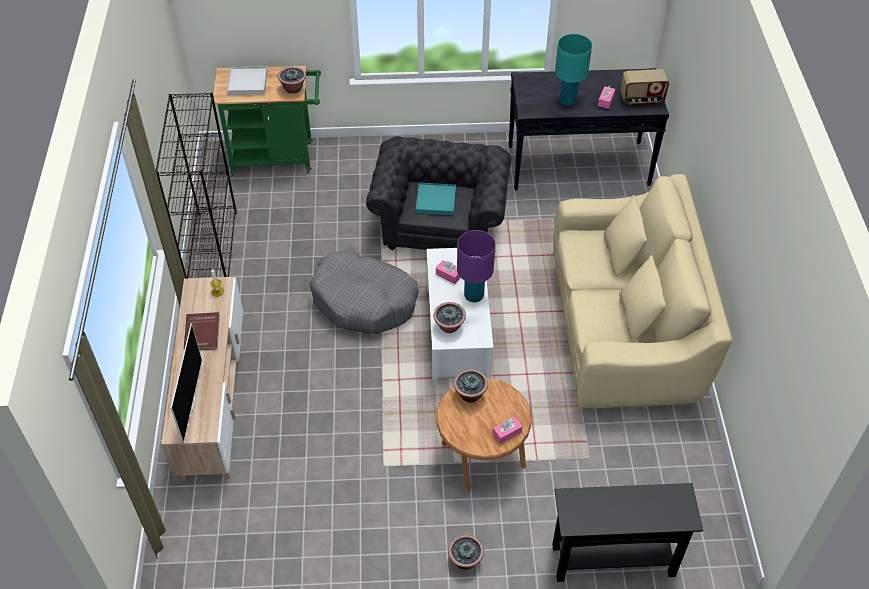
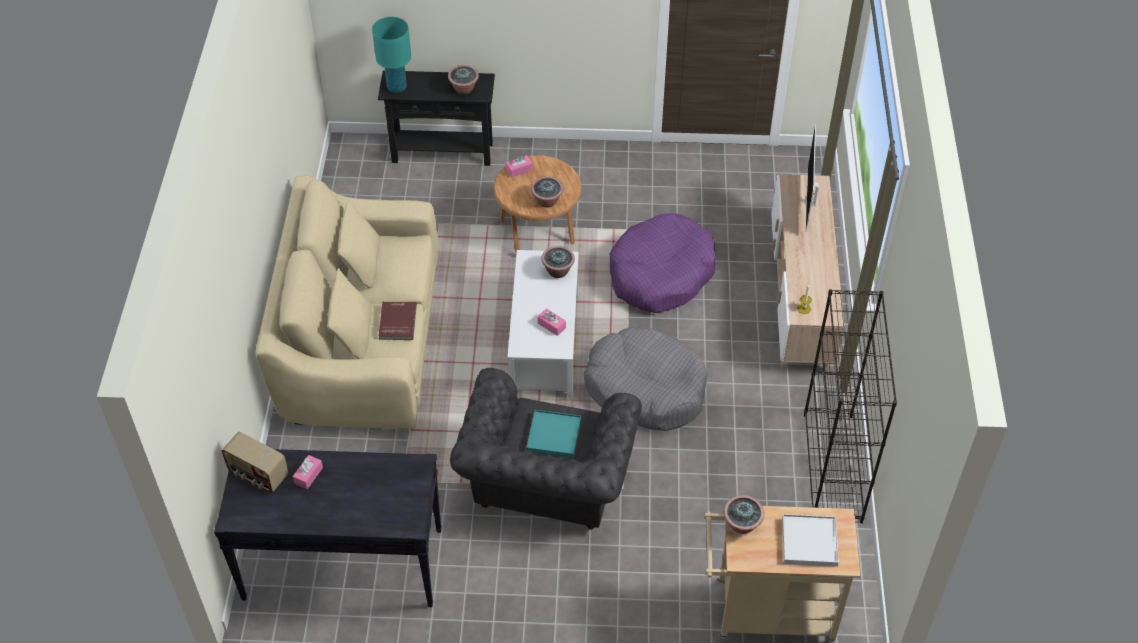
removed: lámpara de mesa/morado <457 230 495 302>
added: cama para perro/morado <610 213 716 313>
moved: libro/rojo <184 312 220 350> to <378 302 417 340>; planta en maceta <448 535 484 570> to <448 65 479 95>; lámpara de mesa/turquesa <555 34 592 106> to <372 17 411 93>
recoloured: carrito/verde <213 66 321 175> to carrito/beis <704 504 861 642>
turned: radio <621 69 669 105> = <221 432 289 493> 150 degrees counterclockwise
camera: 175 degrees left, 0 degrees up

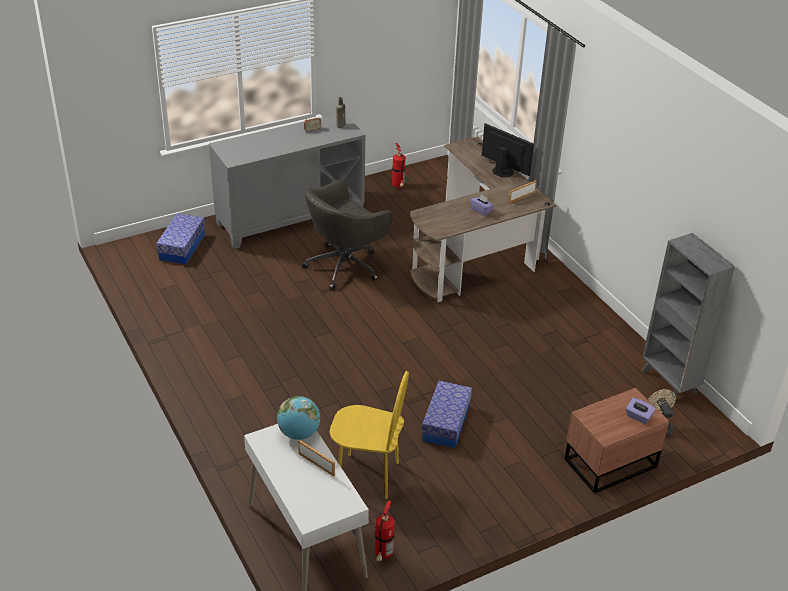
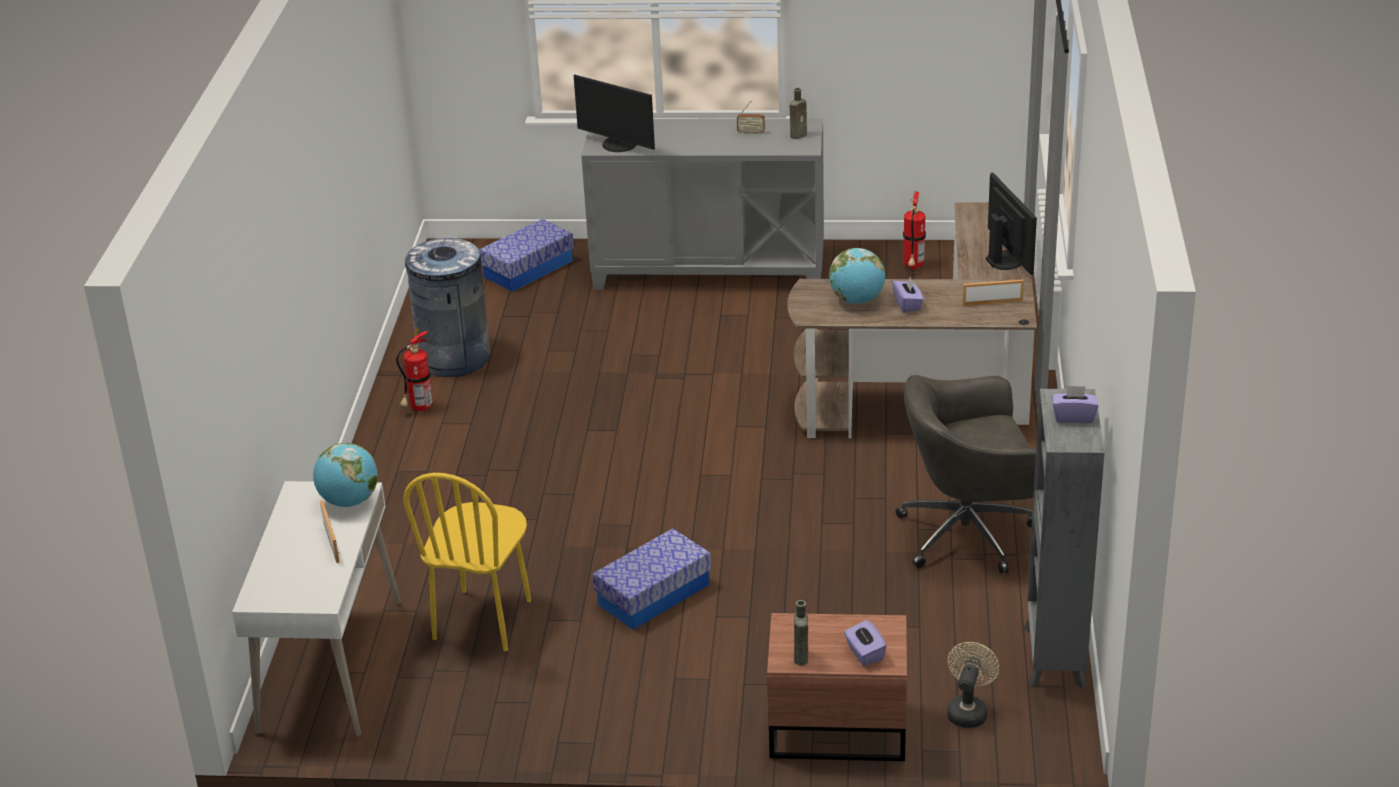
added: papelera/gris <405 238 491 377>; monitor <574 74 655 152>; botella/marrón <794 600 808 665>; globo terráqueo <829 248 885 304>; caja de pañuelos/morado <1052 385 1098 423>
moved: silla de oficina/gris <302 180 392 290> to <896 375 1036 574>; extintor <375 500 395 561> to <396 329 433 411>
turned: silla/amarillo <330 371 409 499> = <404 473 531 651> 60 degrees clockwise
camera: 35 degrees right, 5 degrees down

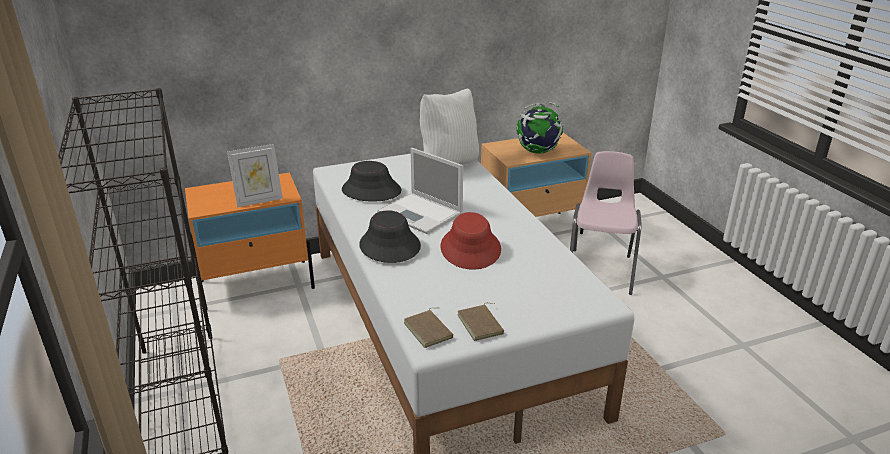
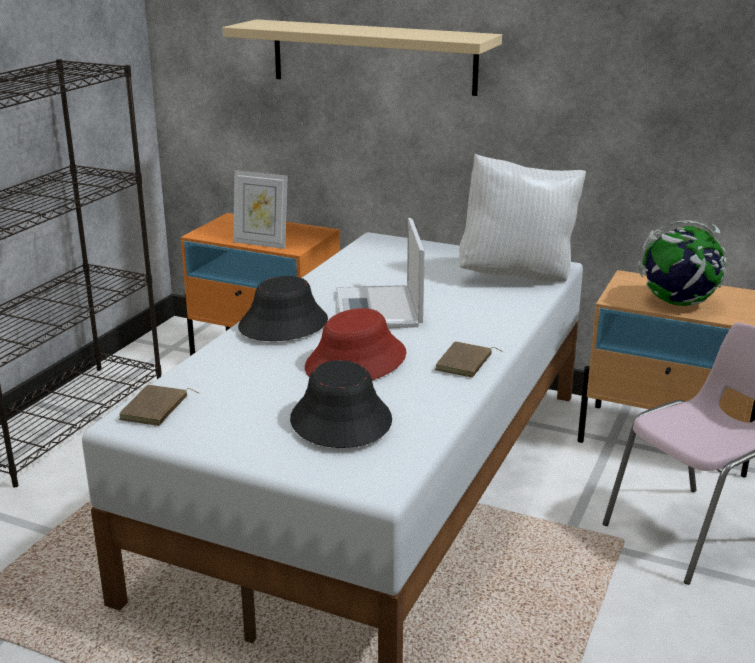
added: estante/beis <223 19 502 96>
moved: sombrero/negro <342 161 402 202> to <290 360 392 448>; libro/marrón <458 303 504 341> to <435 341 504 378>
camera: 45 degrees right, 5 degrees down

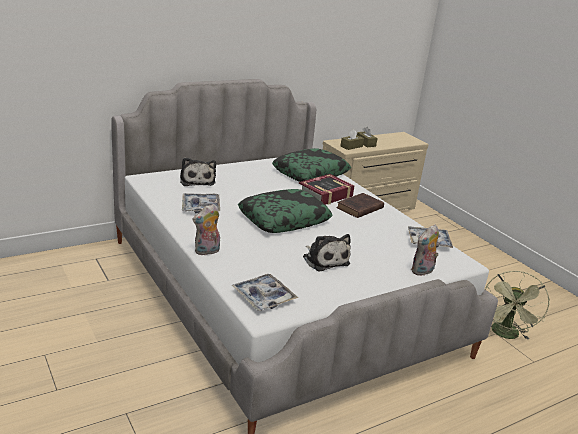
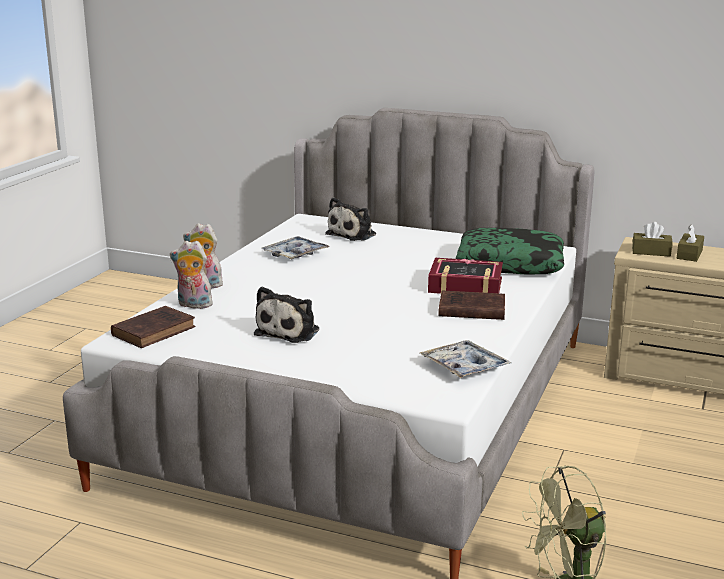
removed: cojín <238 189 332 233>
moved: peluche <411 225 439 276> to <170 241 213 309>
replaced: bandeja <232 274 298 311> to libro/marrón <111 306 196 348>
camera: 55 degrees right, 5 degrees down

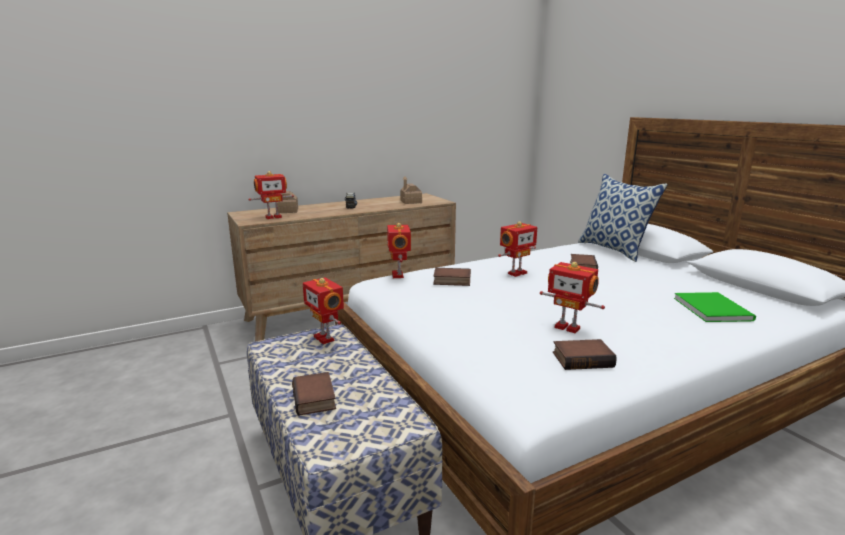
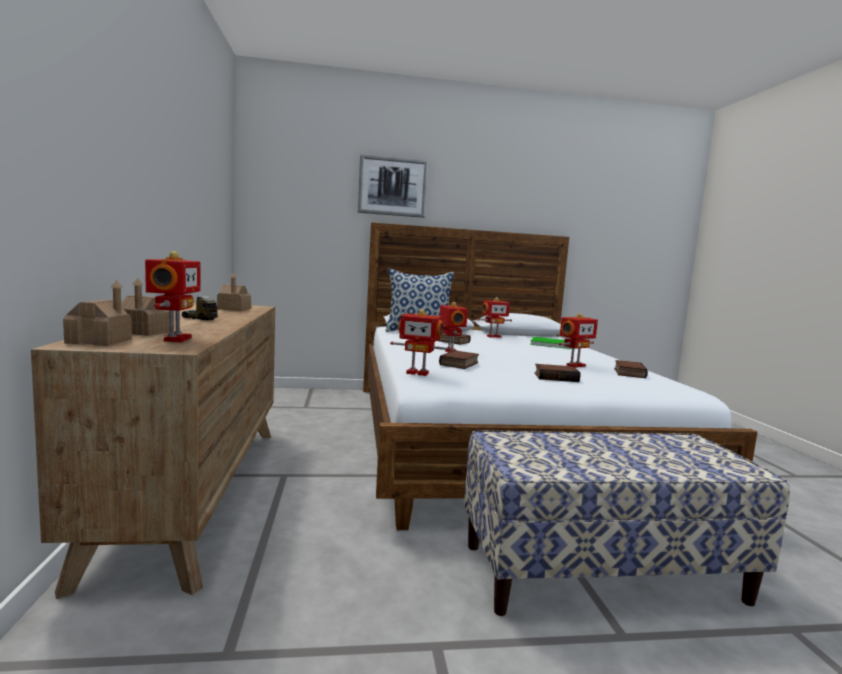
added: casita <63 280 132 346>; cuadro <358 154 429 218>
moved: libro <292 372 336 416> to <534 364 580 382>; robot de juguete <303 278 344 344> to <477 297 512 338>
camera: 70 degrees left, 10 degrees down

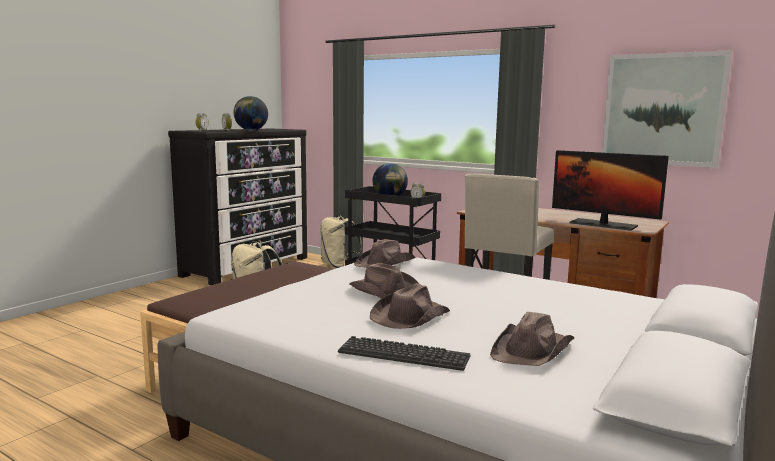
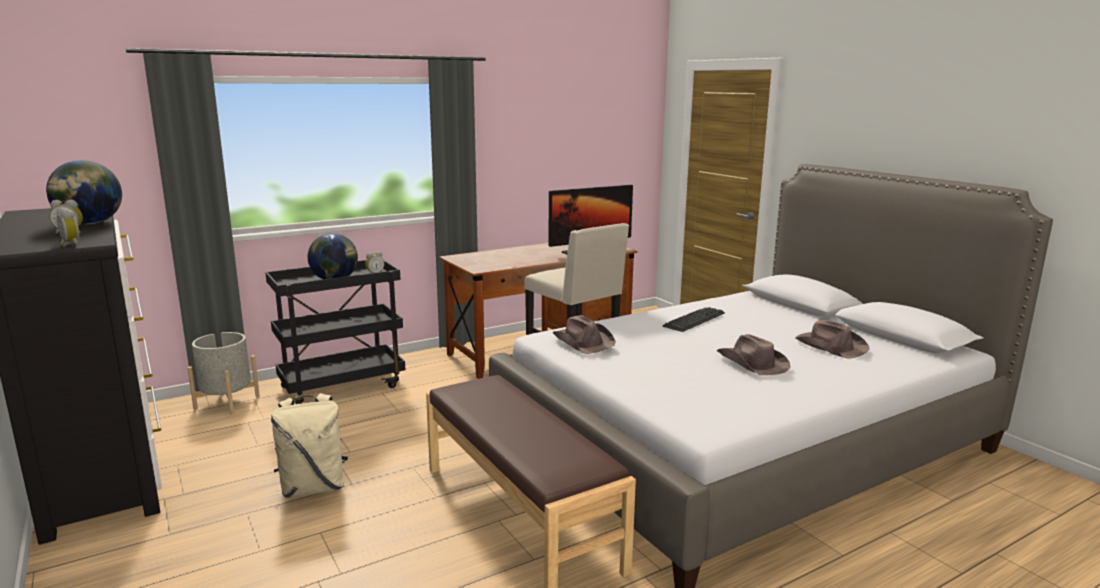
removed: sombrero/marrón <349 263 419 299>; cuadro <602 50 732 168>
moved: teclado <338 336 471 371> to <663 307 725 332>
replaced: mochila/beis <320 215 363 268> to maceta/gris <187 332 260 414>
camera: 65 degrees left, 5 degrees up

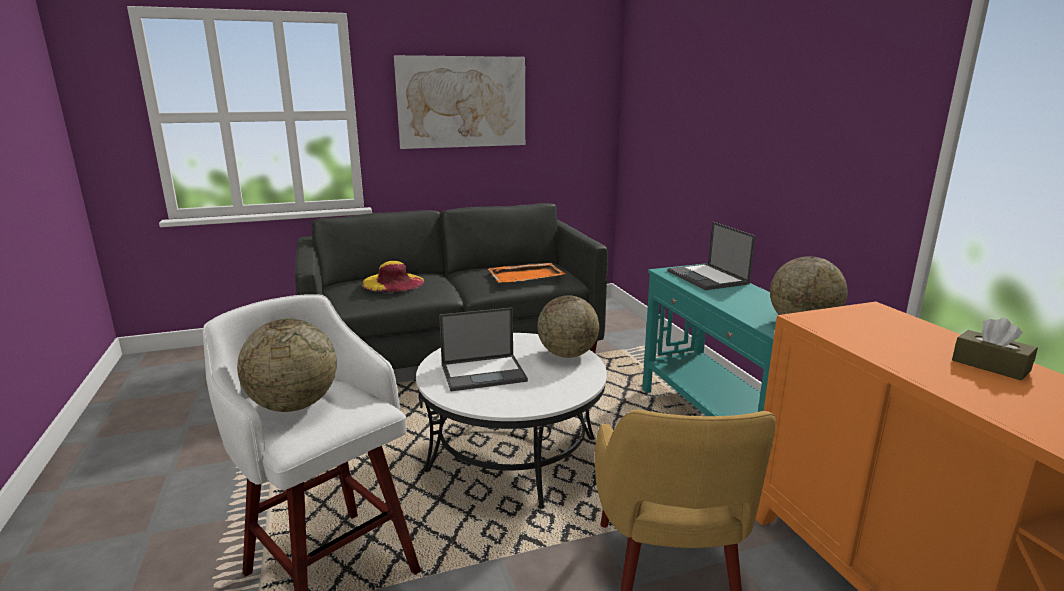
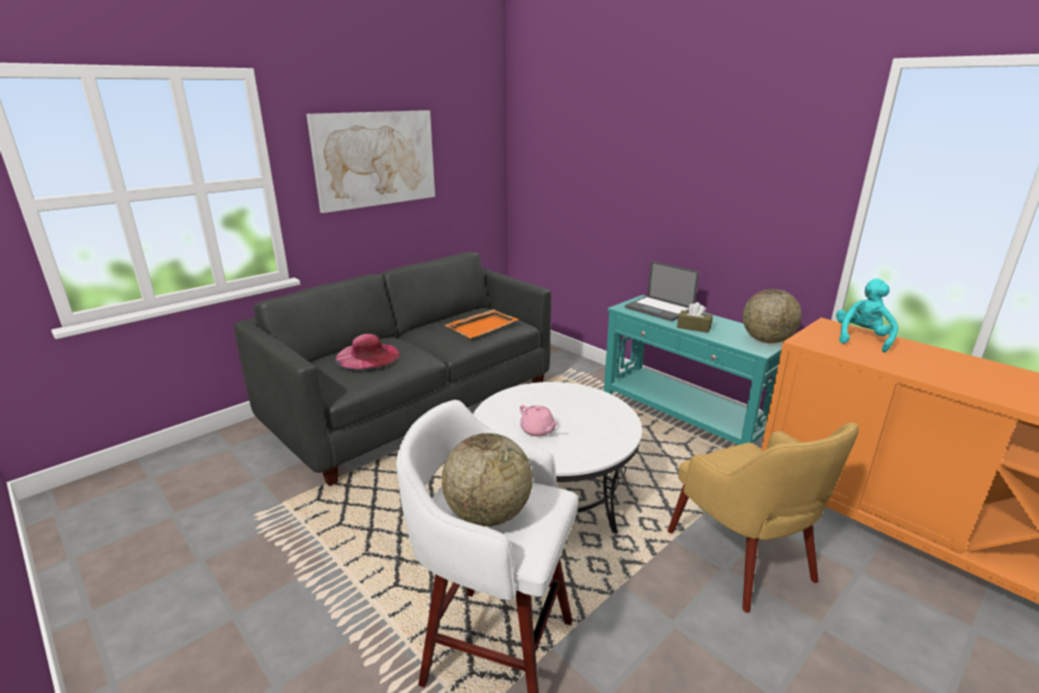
removed: globo terráqueo <537 295 599 358>
added: peluche/turquesa <836 279 898 353>
moved: caja de pañuelos/marrón <952 318 1038 380> to <677 302 713 333>
replaced: portátil <439 307 528 391> to tetera/rosa <520 405 559 436>
recoloured: sombrero/amarillo <362 261 424 293> to sombrero/rosa <336 334 400 370>
camera: 25 degrees left, 5 degrees up

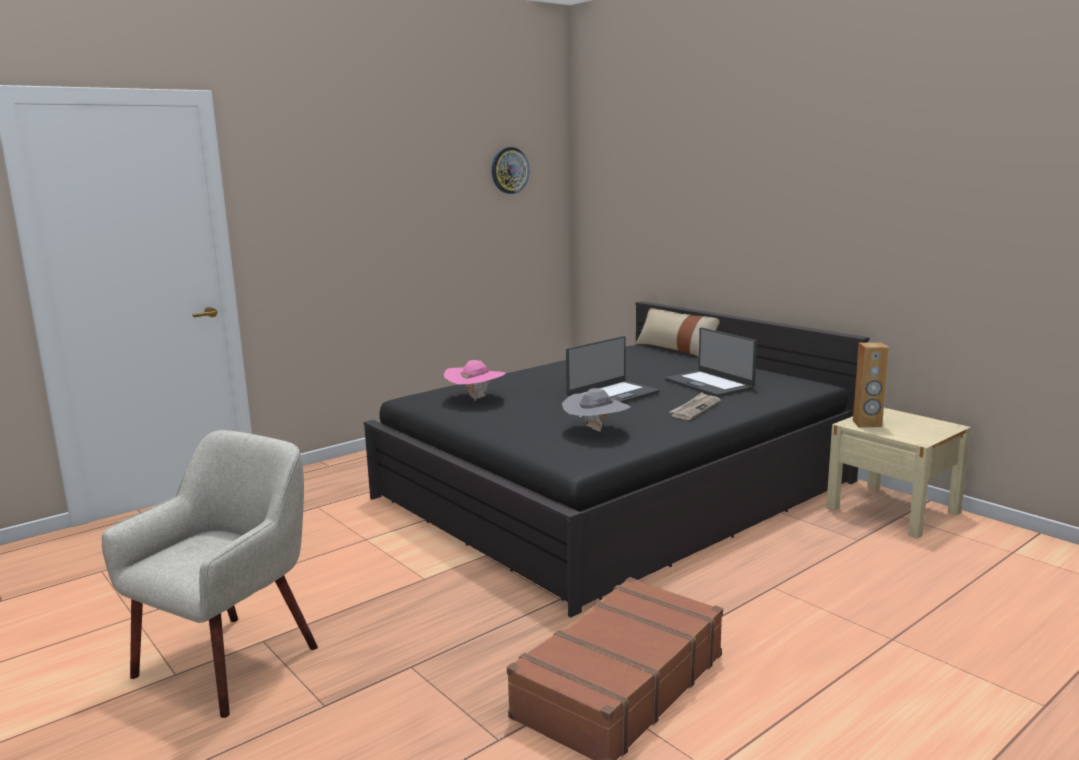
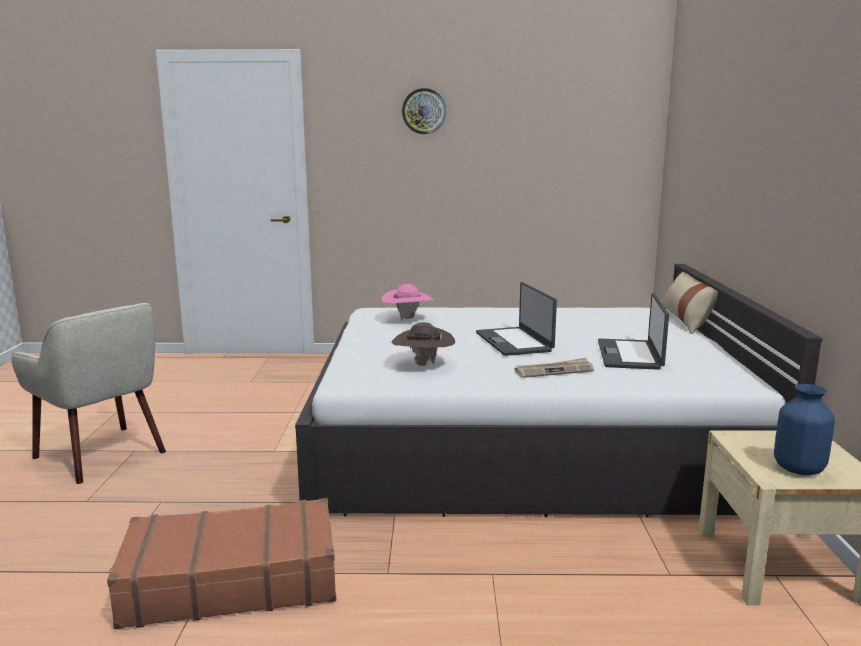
removed: altavoz/marrón <853 342 889 427>
added: florero/azul <774 384 835 475>
moved: reloj de pared <492 147 529 194> to <402 88 446 134>
recoloured: cama/negro <364 301 869 618> to cama/blanco <295 264 823 518>; sombrero/gris <562 388 630 432> to sombrero/marrón <392 322 455 366>
turned: sillón/beis <102 430 318 718> = <12 303 166 484> 60 degrees clockwise; portátil <566 336 660 403> = <476 282 557 356> 75 degrees clockwise
camera: 40 degrees right, 0 degrees up

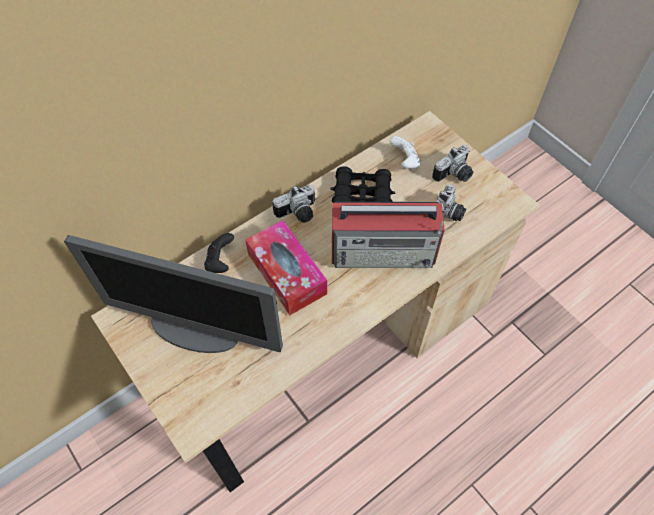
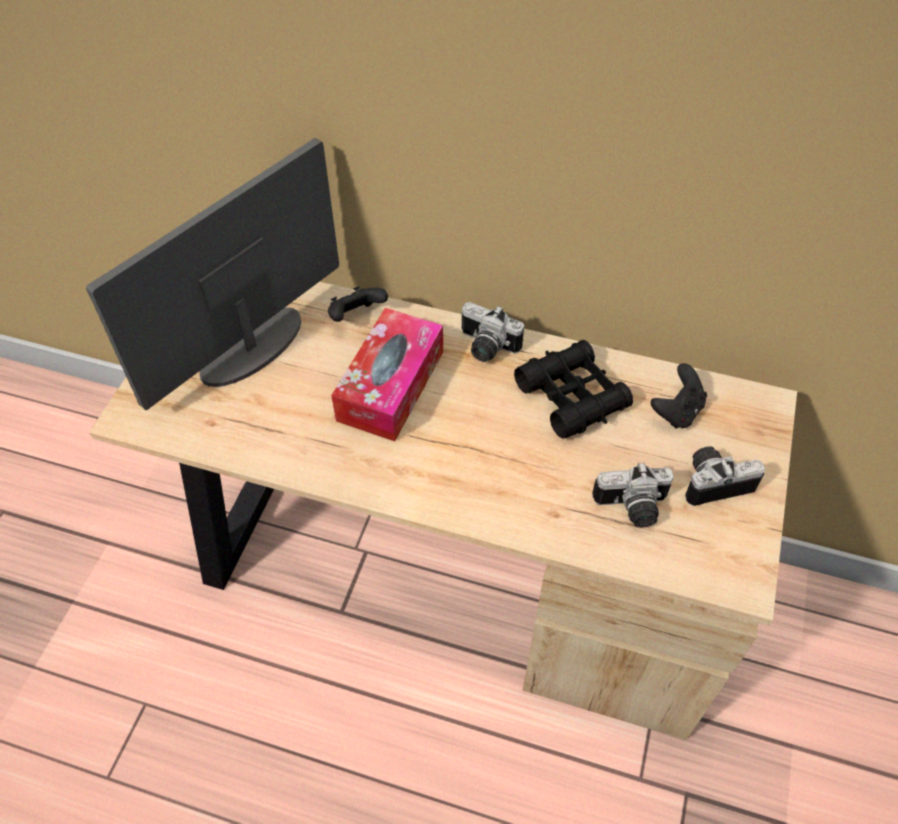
removed: radio <332 202 445 268>
recoloured: mando de consola/blanco <390 136 421 169> to mando de consola/negro <651 363 707 429>
turned: monitor <64 235 283 353> = <86 138 339 410> 60 degrees clockwise; cámara <432 145 473 182> = <685 446 765 506> 150 degrees clockwise
camera: 55 degrees right, 5 degrees down

